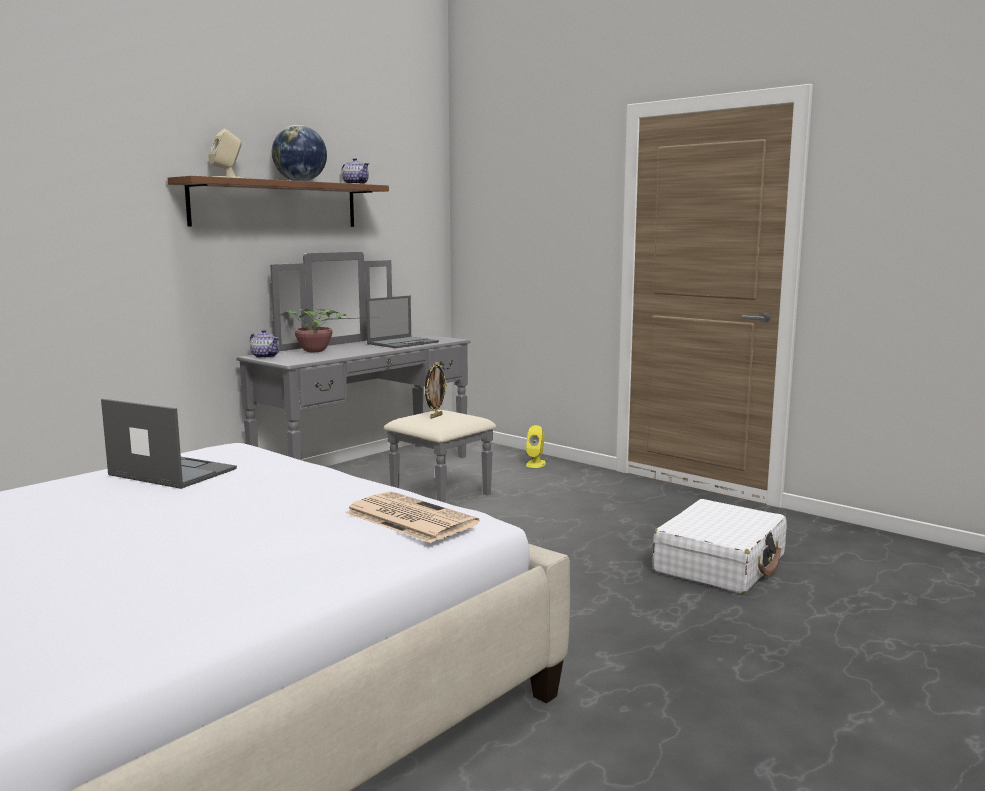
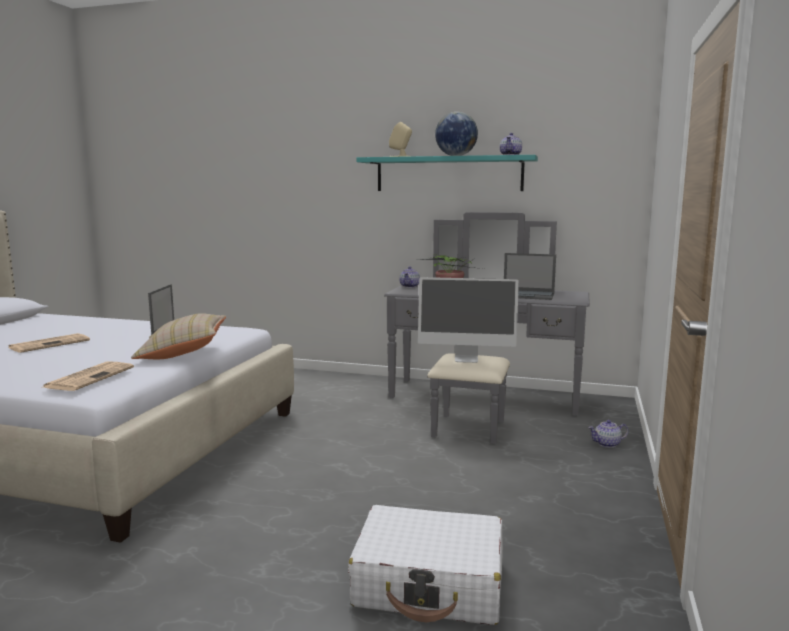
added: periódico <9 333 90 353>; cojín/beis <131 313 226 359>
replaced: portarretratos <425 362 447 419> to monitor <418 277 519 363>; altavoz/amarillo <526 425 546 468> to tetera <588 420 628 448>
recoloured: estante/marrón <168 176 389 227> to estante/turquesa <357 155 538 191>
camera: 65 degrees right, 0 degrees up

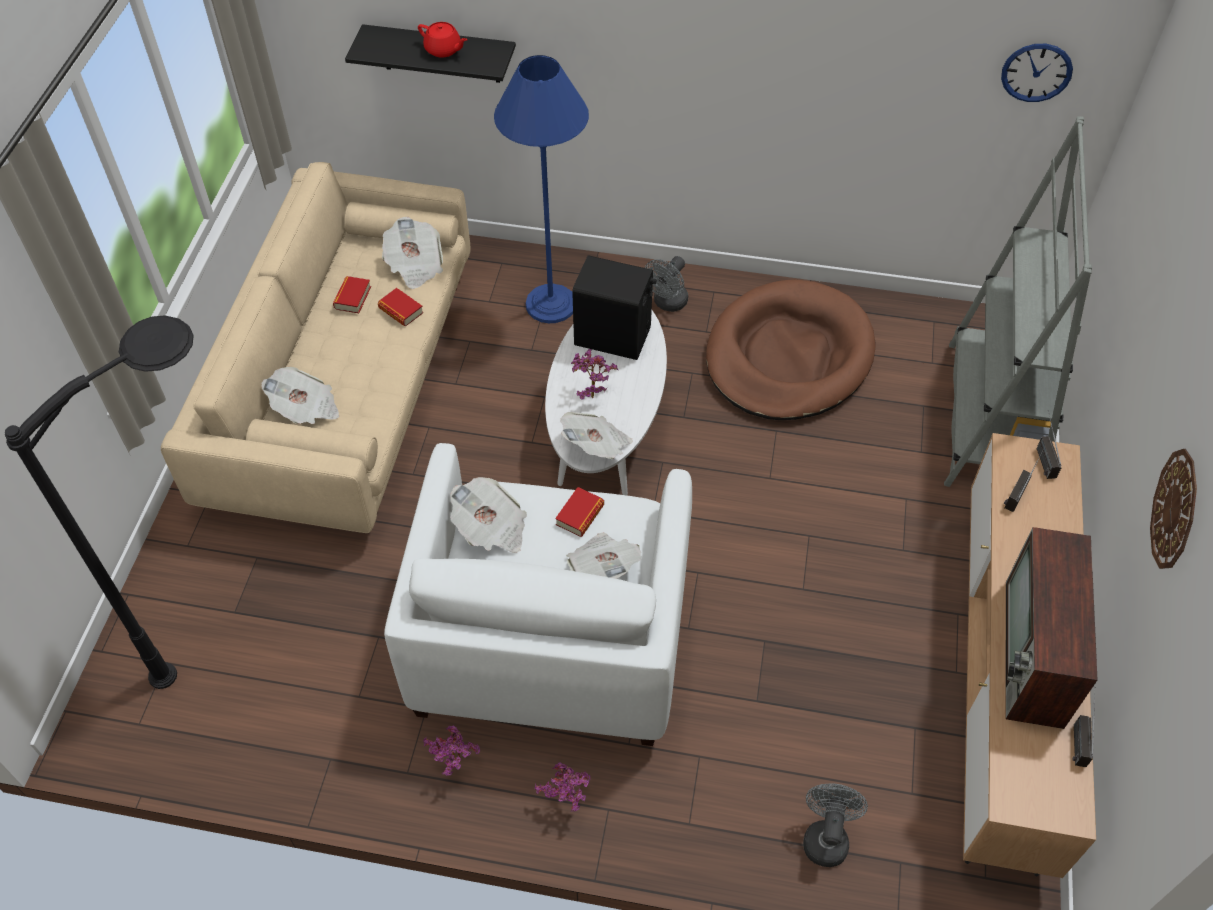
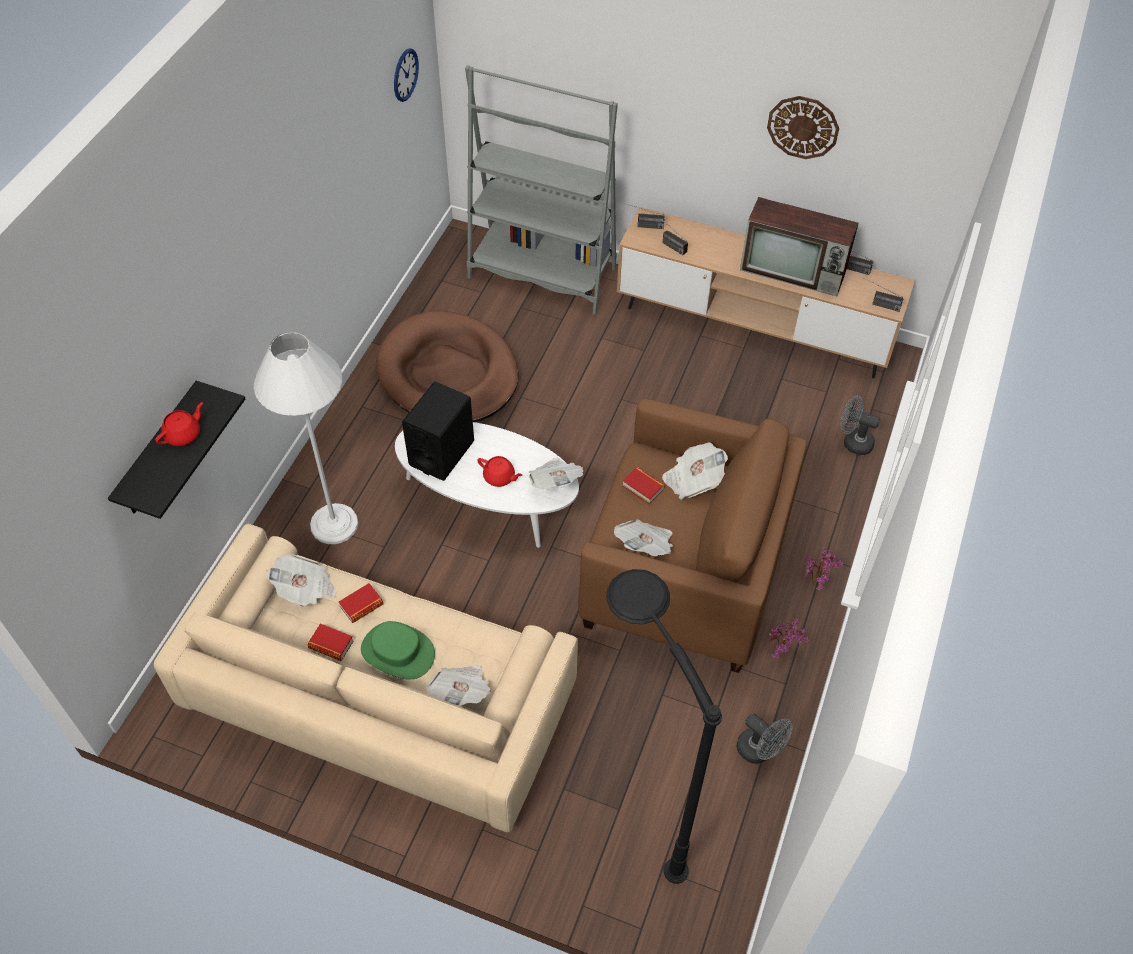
added: sombrero/verde <361 621 435 679>; radio <870 281 904 312>
moved: ventilador/gris <645 256 688 312> to <736 713 792 764>
replaced: planta en maceta <571 349 618 400> to tetera/rojo <477 456 523 487>
recoloured: sillón/blanco <384 443 692 746> to sillón/marrón <578 398 807 673>; lámpara de pie/azul <494 55 589 323> to lámpara de pie/blanco <254 332 358 544>
camera: 80 degrees left, 0 degrees up

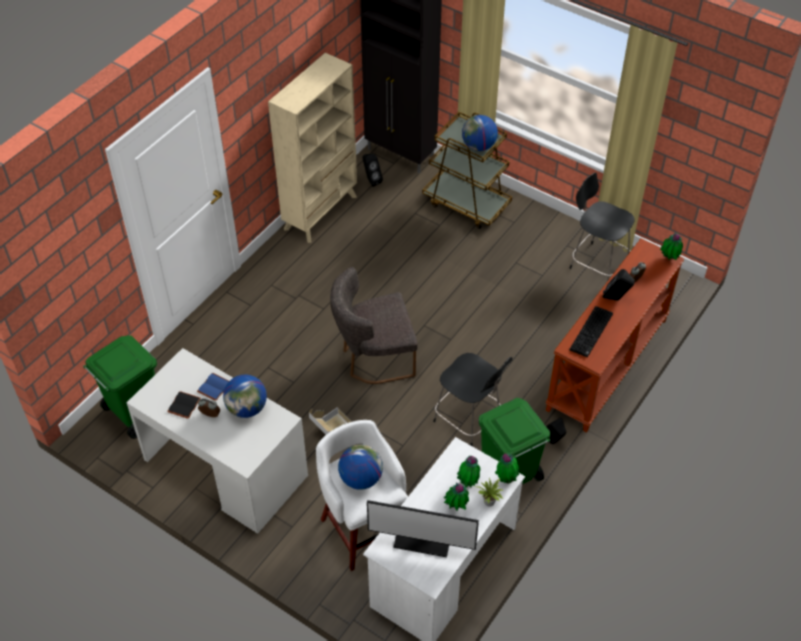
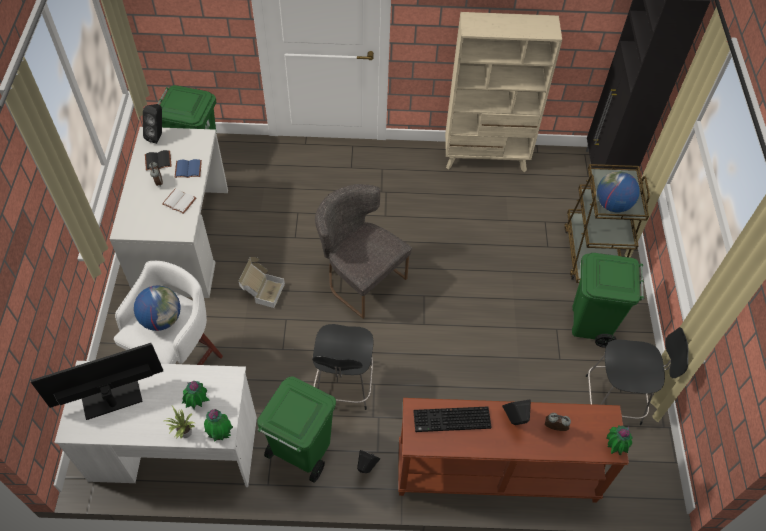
removed: planta en maceta <444 482 469 511>
added: papelera/verde <572 253 644 348>
moved: altavoz/negro <362 154 383 187> to <143 104 162 144>
replaced: globo terráqueo <223 374 267 418> to libro/blanco <162 189 196 214>
turned: monitor <367 500 479 557> = <30 343 163 420> 90 degrees clockwise; silla/negro <569 172 635 281> = <586 327 689 425> 90 degrees clockwise
camera: 55 degrees right, 5 degrees up

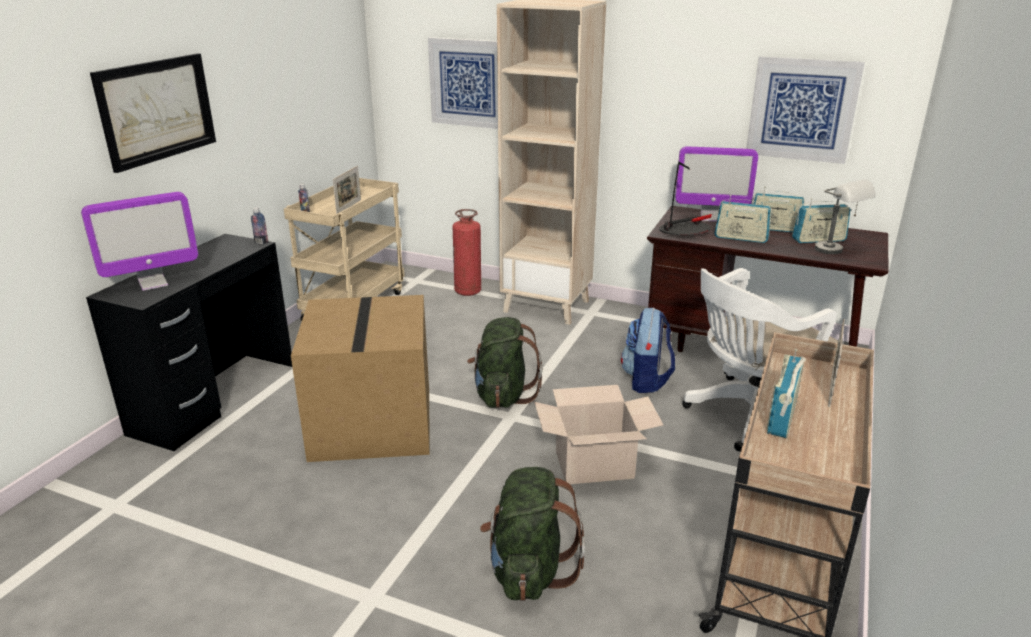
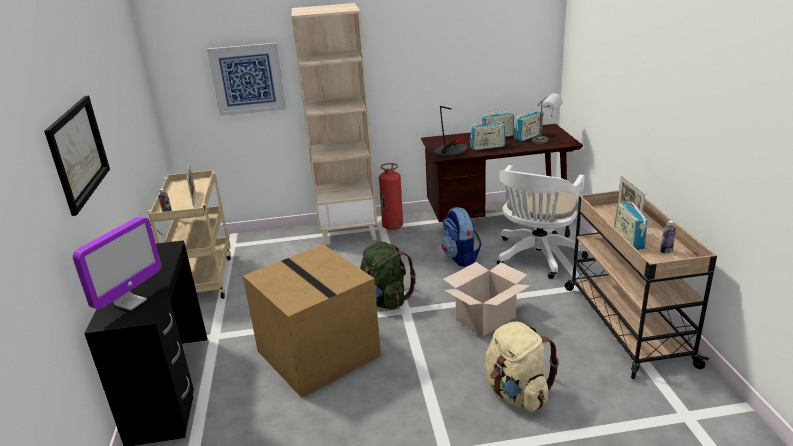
removed: monitor <675 147 758 222>; cuadro <746 56 865 164>
moved: botella <251 207 268 244> to <660 220 676 253>; extintor <453 209 481 296> to <379 163 403 230>
recoloured: mochila/verde <480 467 585 601> to mochila/beis <485 322 559 412>
camera: 30 degrees left, 0 degrees up

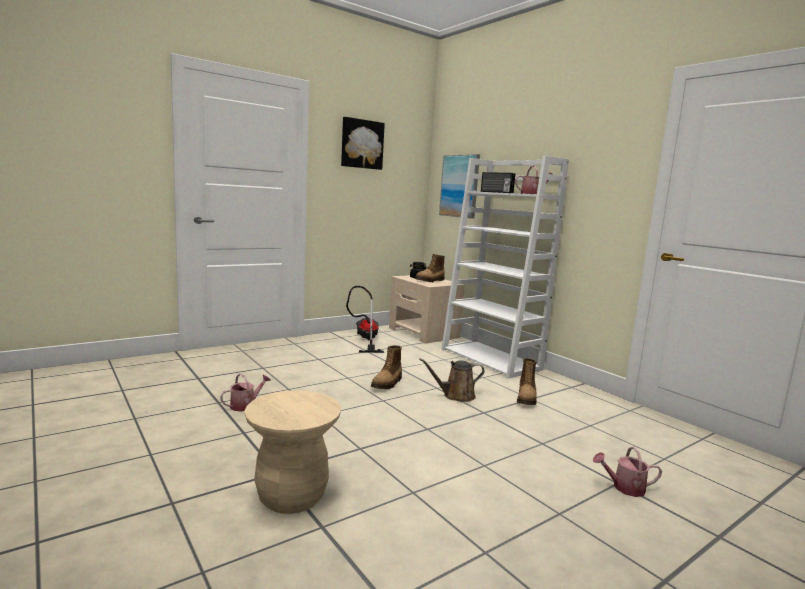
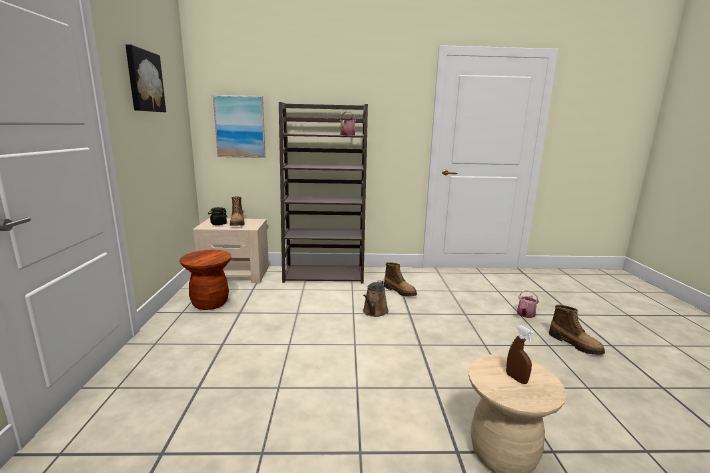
removed: regadera <220 373 271 412>; radio <481 172 515 193>
added: pulverizador/marrón <506 326 534 384>
moved: bota <371 345 402 389> to <549 305 605 355>
replaced: aspiradora <346 286 384 353> to taburete/marrón <180 250 232 310>
recoloured: estantería/blanco <441 156 569 379> to estantería/marrón <279 102 368 283>
camera: 55 degrees left, 5 degrees up

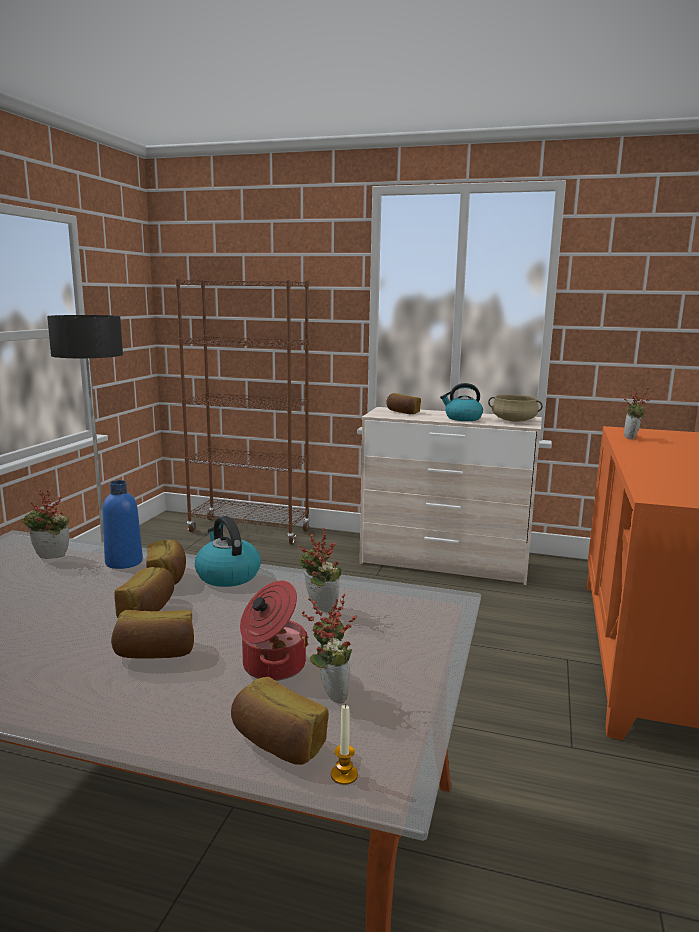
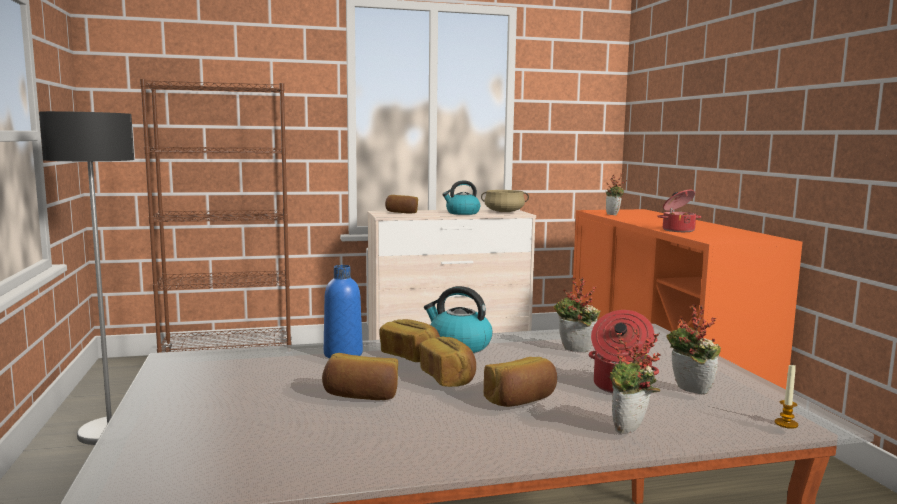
added: olla <657 190 701 232>
moved: planta en maceta <22 489 69 559> to <609 329 660 434>; pan <231 677 329 765> to <322 353 398 400>
camera: 30 degrees left, 5 degrees down

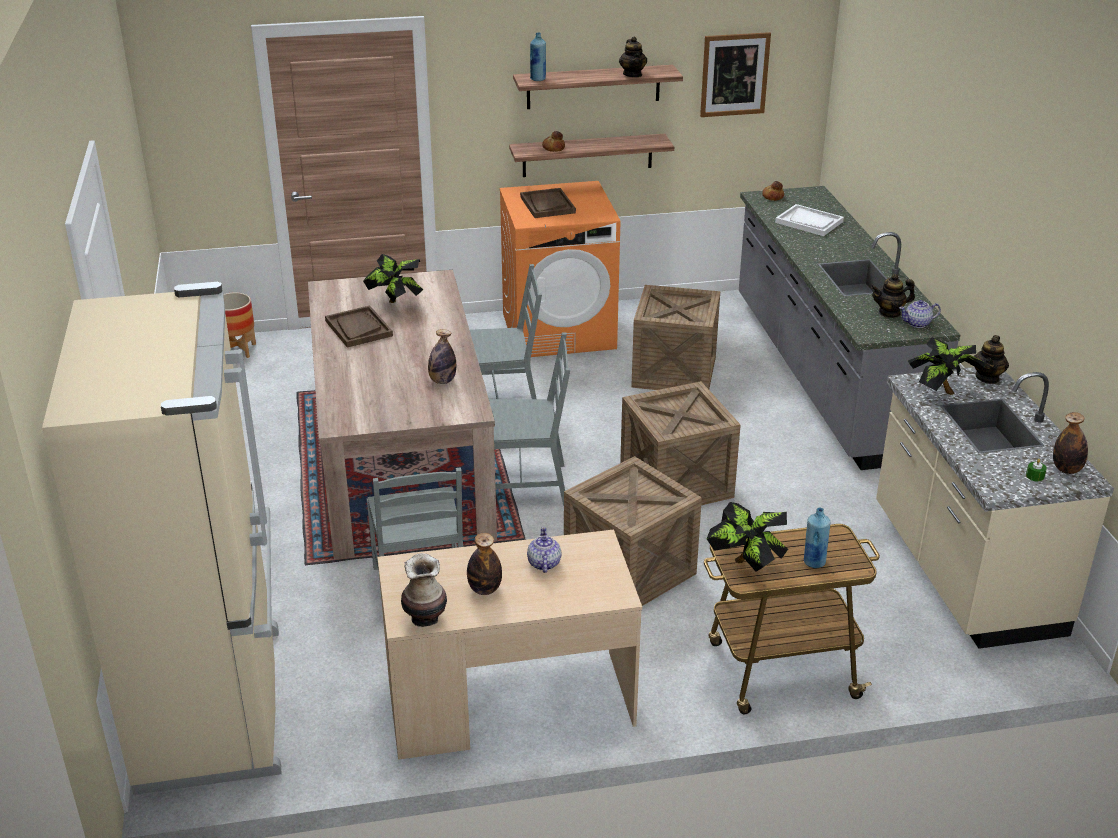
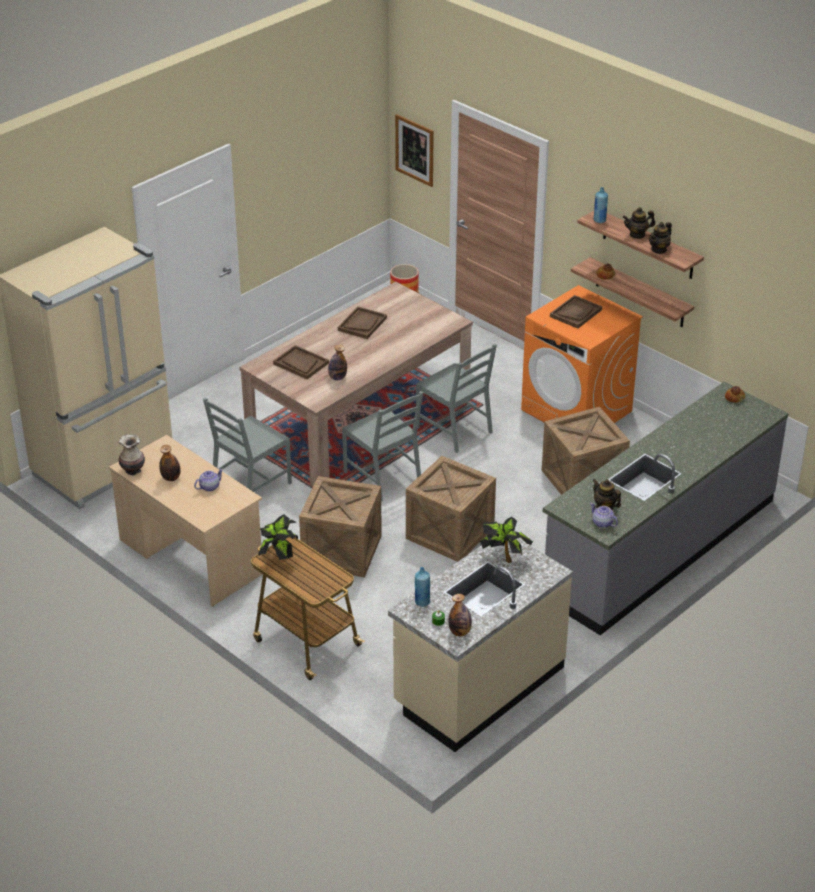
removed: planta en maceta <363 254 423 303>; bandeja/blanco <775 204 844 236>
added: bandeja/marrón <273 345 329 379>
moved: cuadro <700 32 771 117> to <395 114 434 187>; botella/azul <804 508 830 568> to <415 567 430 607>; tetera <974 335 1009 384> to <623 207 655 239>
camera: 55 degrees right, 5 degrees up

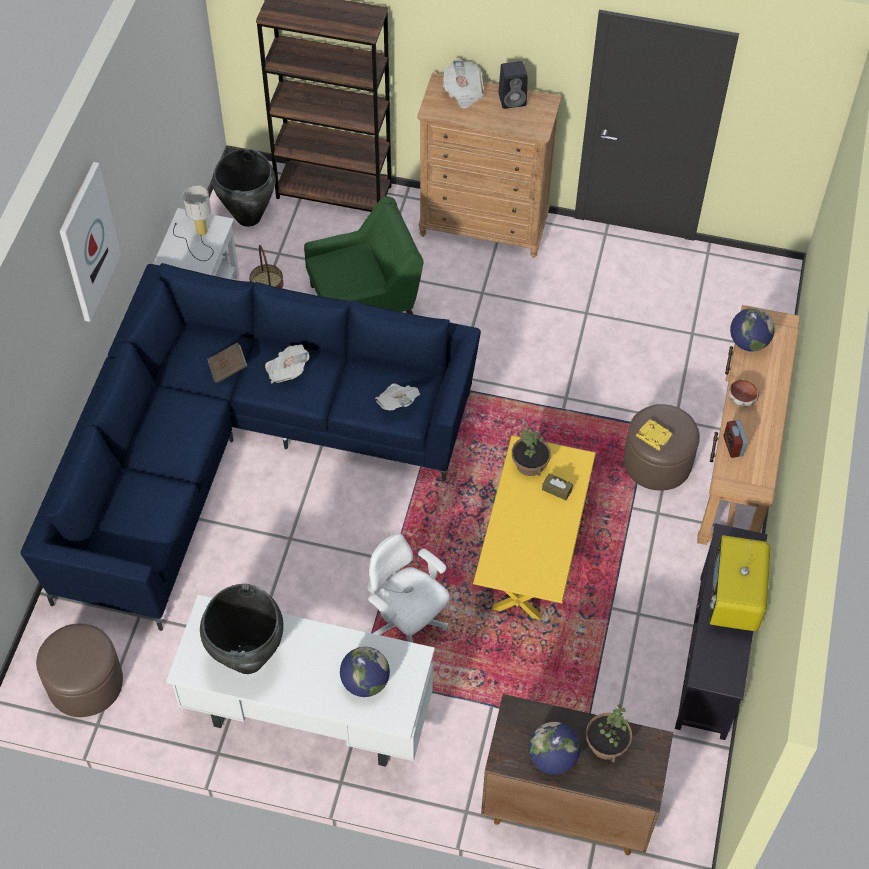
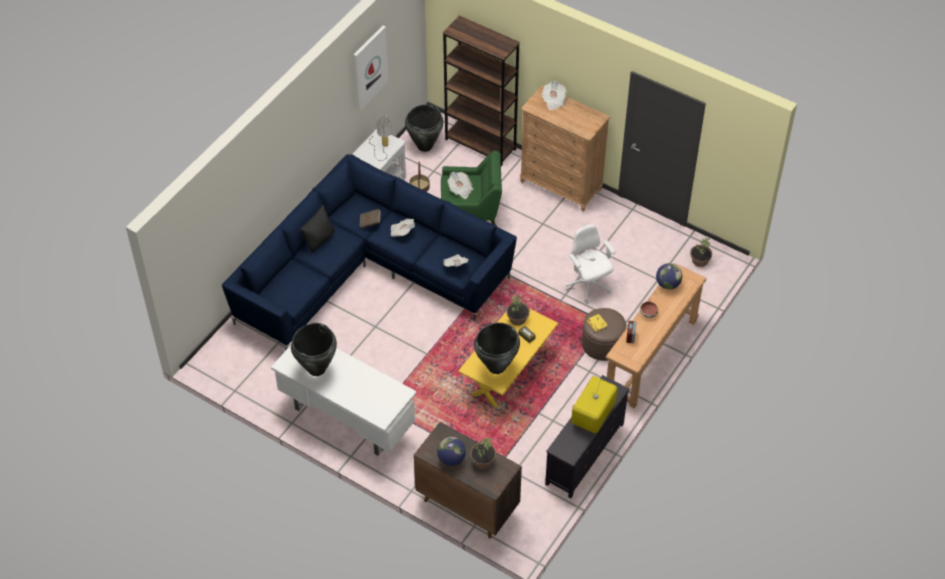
removed: puf/marrón <36 623 123 717>; globo terráqueo <340 647 390 697>; altavoz/negro <498 61 528 109>
added: cojín/negro <300 205 335 253>; periódico <448 172 473 199>; florero/negro <474 323 520 374>; planta en maceta <690 238 712 267>
moved: cuadro <60 162 121 322> to <354 26 389 110>; silla de oficina/blanco <368 533 449 643> to <566 224 615 304>
camera: 20 degrees right, 5 degrees down

